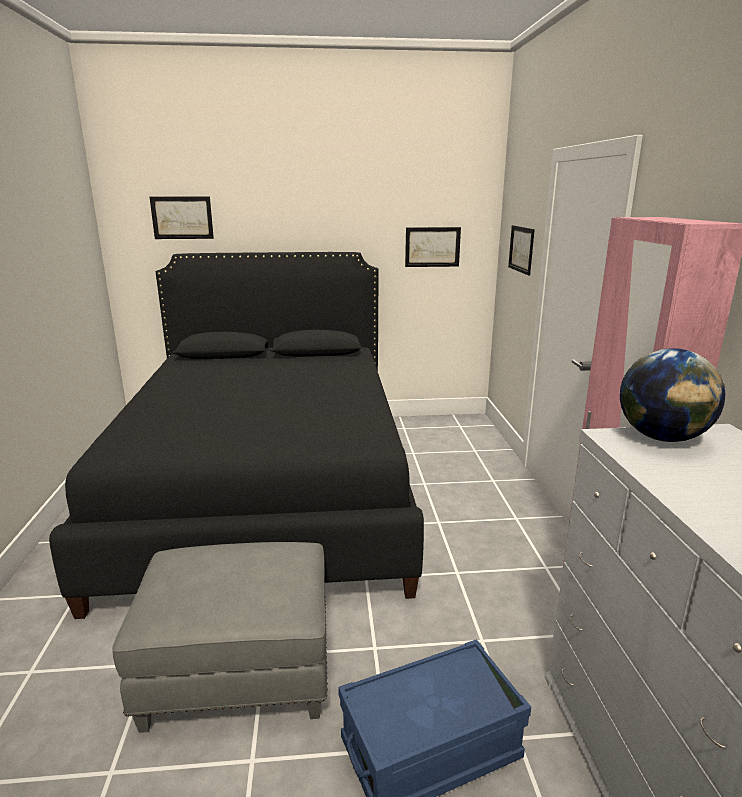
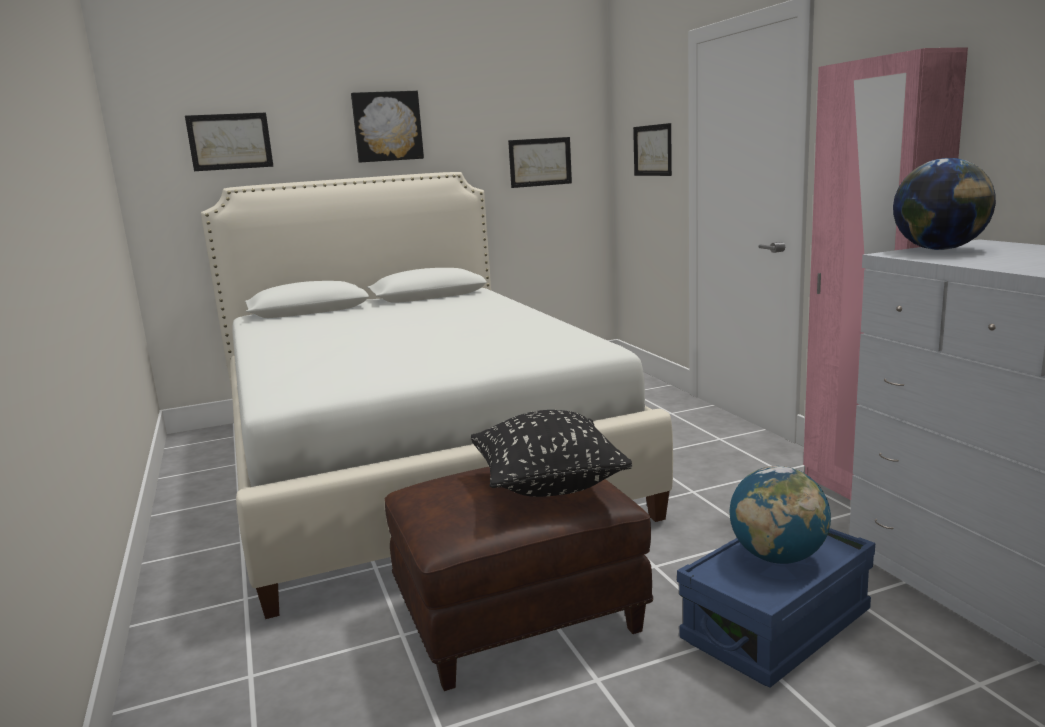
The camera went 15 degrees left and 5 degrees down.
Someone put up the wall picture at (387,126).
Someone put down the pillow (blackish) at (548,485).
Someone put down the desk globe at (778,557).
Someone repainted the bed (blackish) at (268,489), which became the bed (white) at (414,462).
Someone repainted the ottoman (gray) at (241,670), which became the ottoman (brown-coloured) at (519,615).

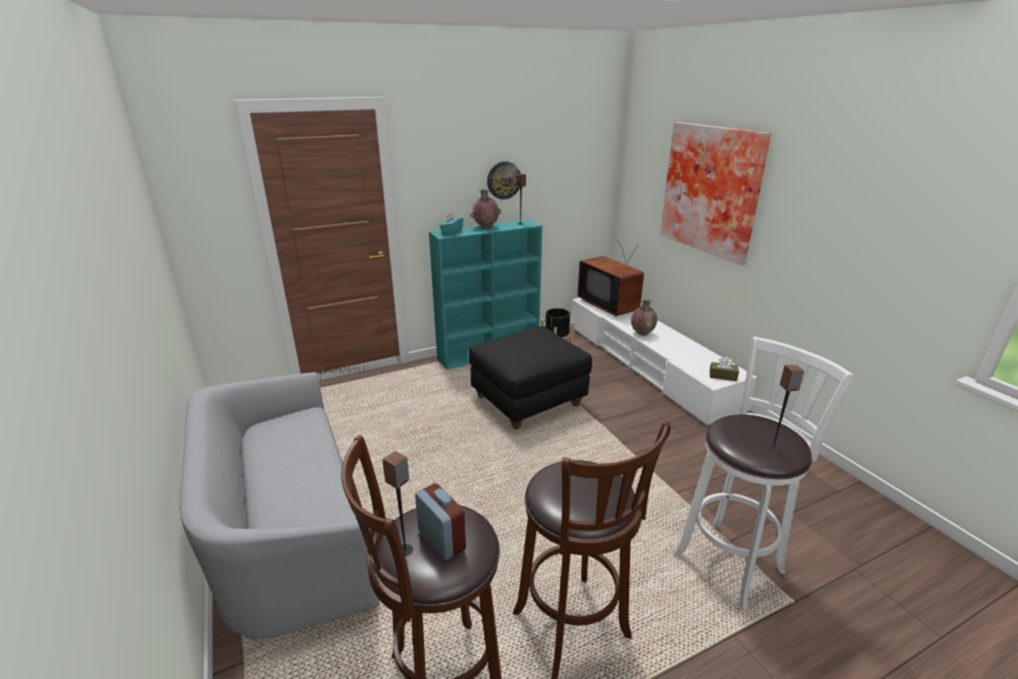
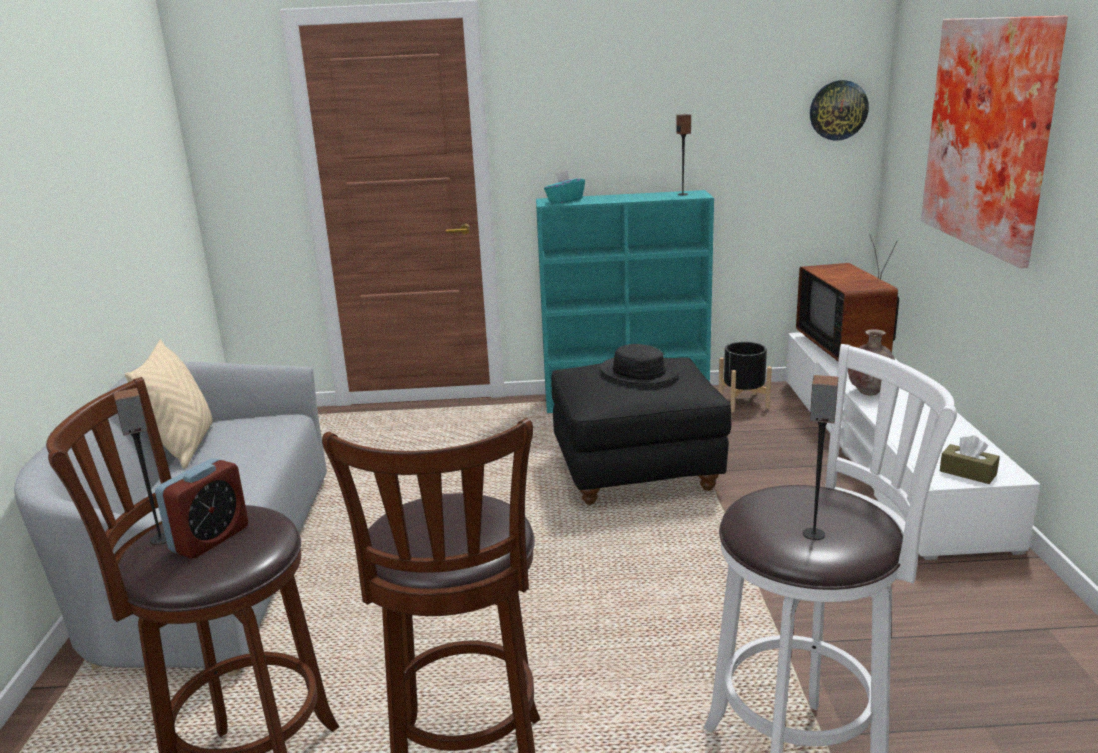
The camera went 25 degrees right and 5 degrees down.
Someone took away the decorative vase (brown-coloured) at (485,227).
Someone put down the pillow (beige-coloured) at (185,446).
Someone put down the hat (blackish) at (638,372).
Someone carried the hanging clock from (503,180) to (838,110).
Someone rotated the table clock at (441,540) by 45 degrees clockwise.

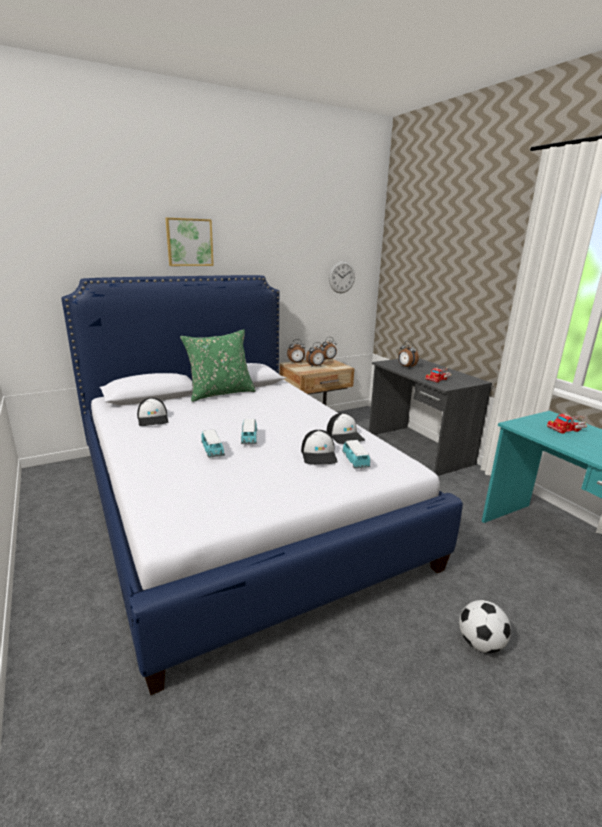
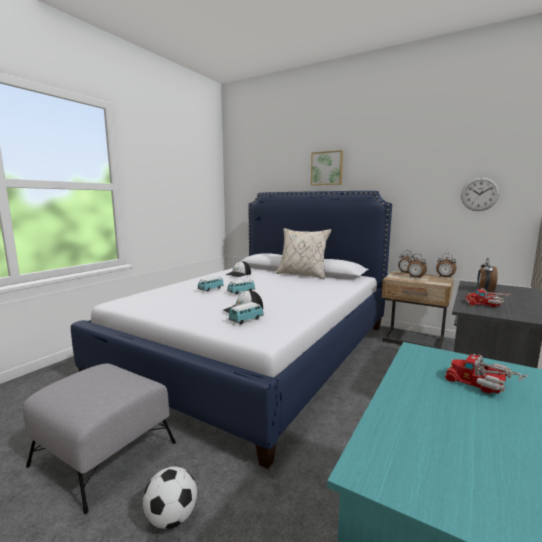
The camera went 60 degrees right and 10 degrees down.
Someone took away the cap at (345,435).
Someone put down the ottoman (gray) at (104,454).
Someone repainted the pillow (green-coloured) at (220,393), which became the pillow (beige-coloured) at (302,275).

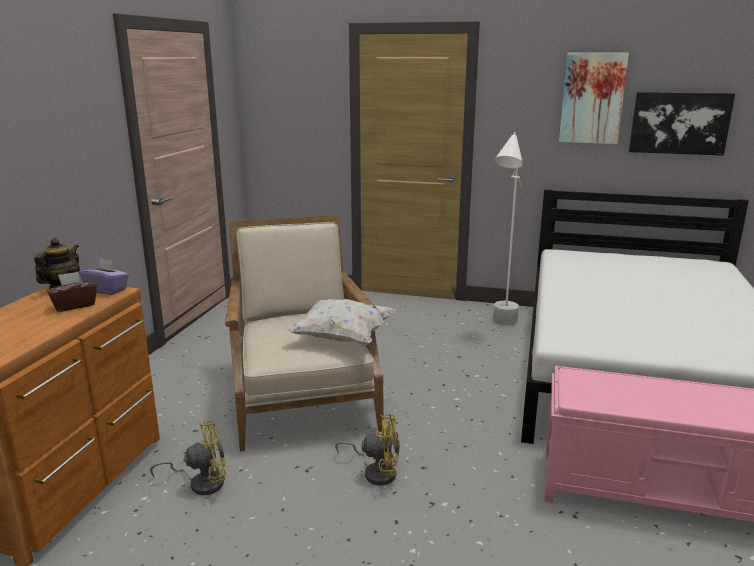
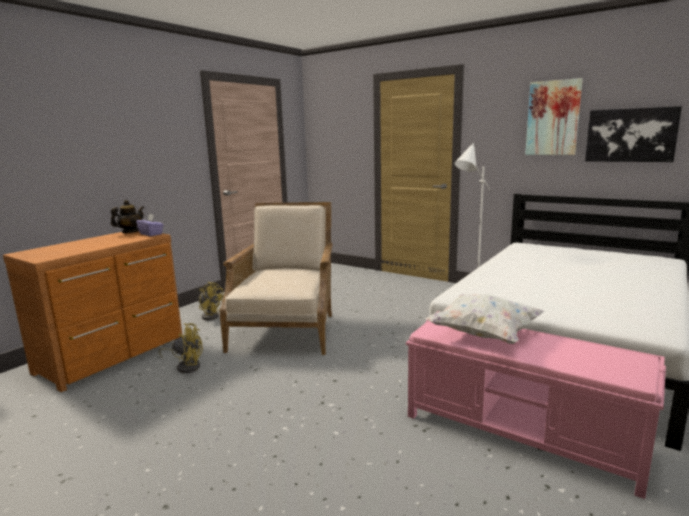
The camera went 20 degrees right and 5 degrees down.
Someone took away the box of tissues (brown-coloured) at (74,305).
Someone carried the pillow (white) from (342,338) to (483,335).
Someone carried the fan (yellowish) from (376,472) to (210,315).

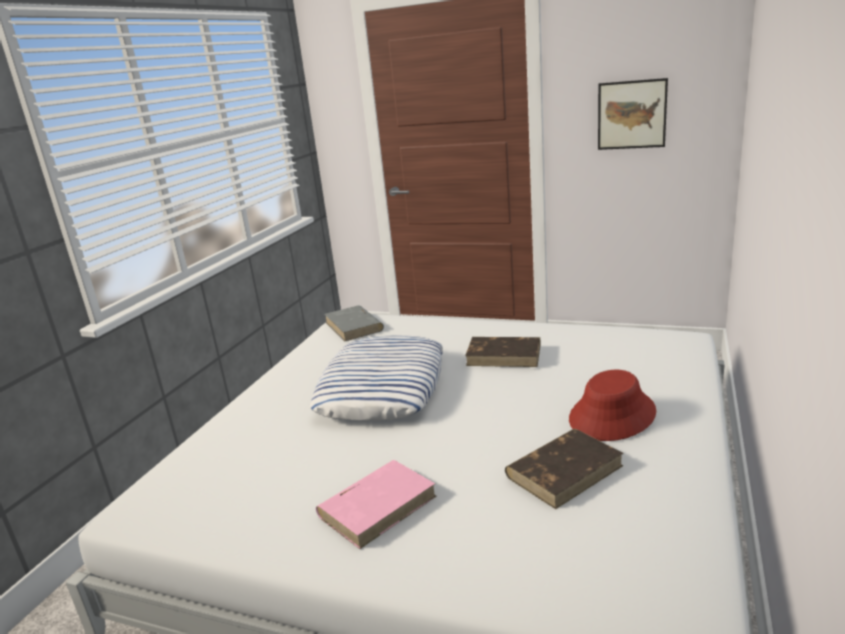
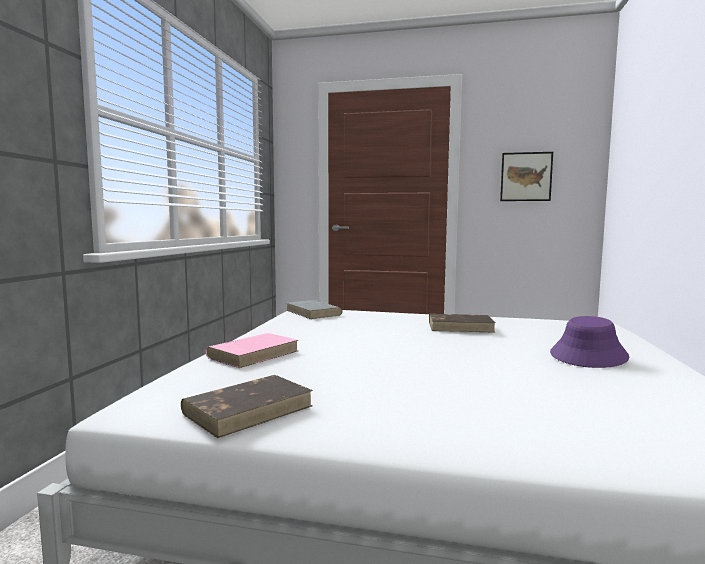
The camera went 10 degrees left and 15 degrees down.
Someone took away the pillow at (382,388).
Someone carried the bound book (pink-coloured) from (378,505) to (254,354).
Someone carried the bound book (brown-coloured) from (565,470) to (249,409).
Someone repainted the hat (red) at (612,416), which became the hat (purplish) at (589,355).

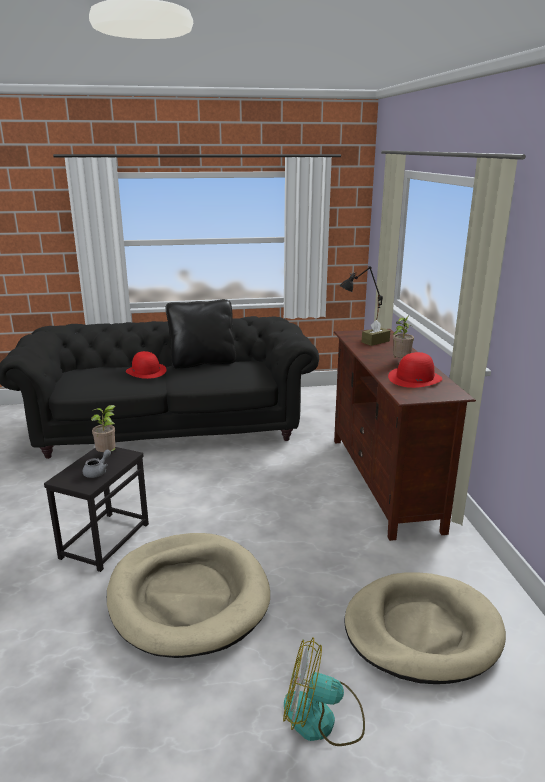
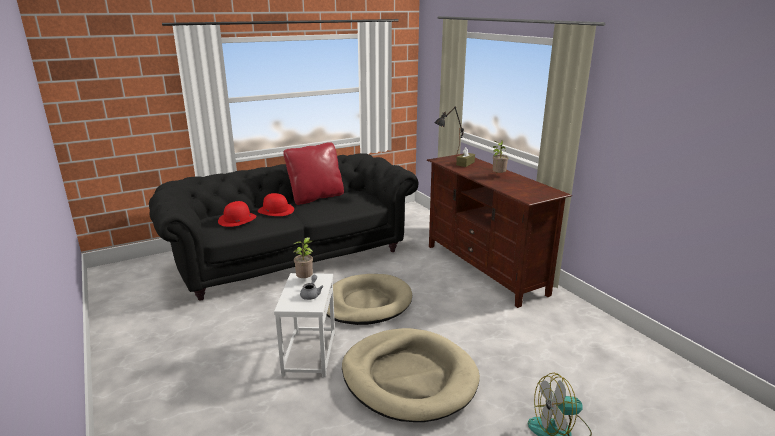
The camera went 20 degrees left and 0 degrees up.
Someone carried the pet bed (beige-coloured) from (421,631) to (366,303).
Someone carried the hat (red) from (415,378) to (237,219).
Someone repainted the side table (blackish) at (104,540), which became the side table (white) at (309,353).
Someone repainted the pillow (blackish) at (203,362), which became the pillow (red) at (316,197).

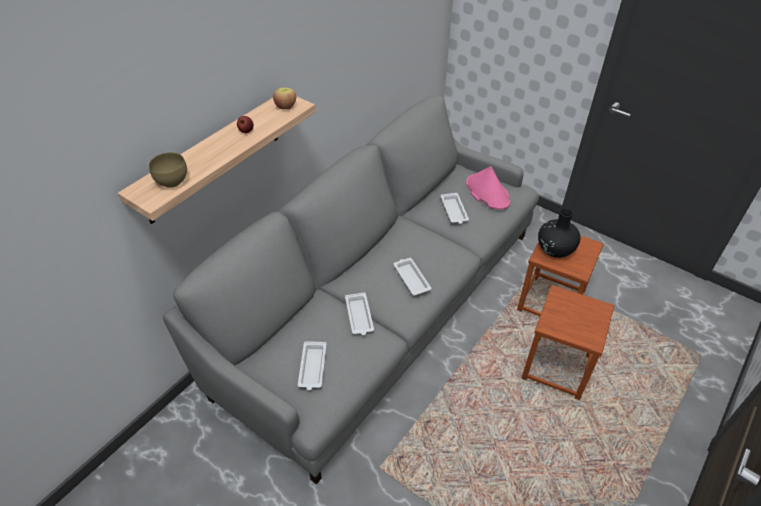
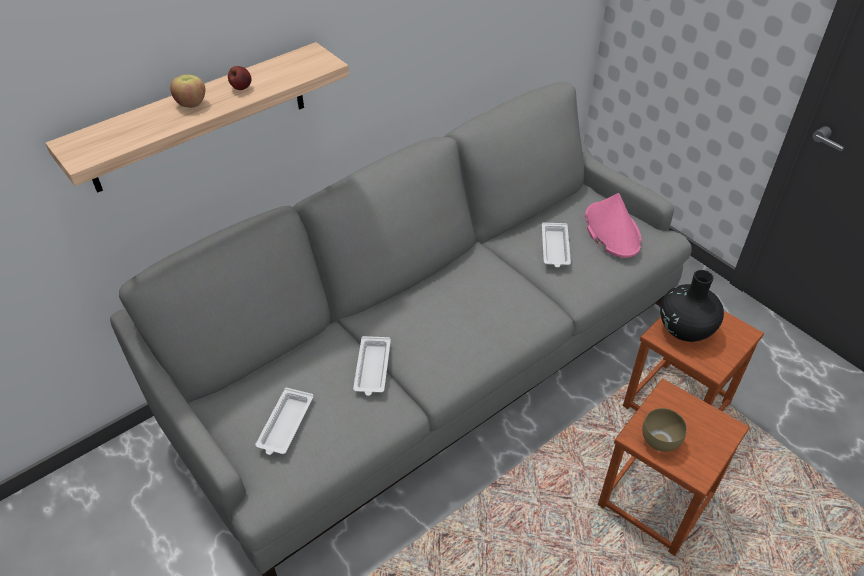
The camera went 15 degrees right and 0 degrees up.
Someone took away the serving tray (white) at (411,278).
Someone carried the serving bowl (brown-coloured) from (171,182) to (658,441).
Someone carried the apple from (286,107) to (191,103).

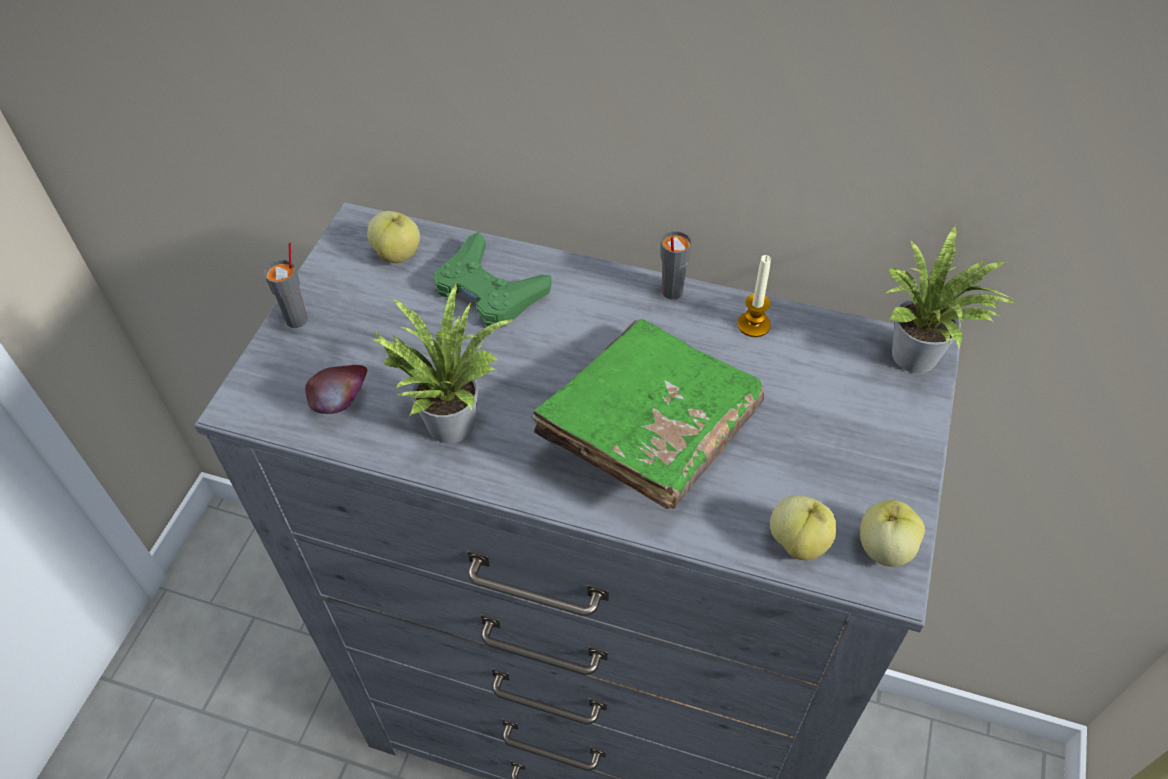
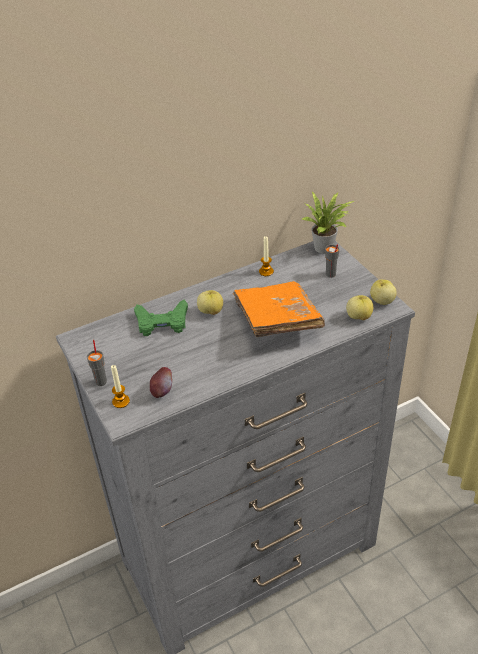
The camera went 45 degrees left and 10 degrees down.
Someone took away the plant in a pot at (449,419).
Someone put down the wax candle at (121,401).
Someone carried the apple from (398,254) to (211,311).
Someone carried the small cup (gray) from (671,292) to (330,274).
Someone repainted the bound book (green-coloured) at (650,430), which became the bound book (orange) at (277,321).

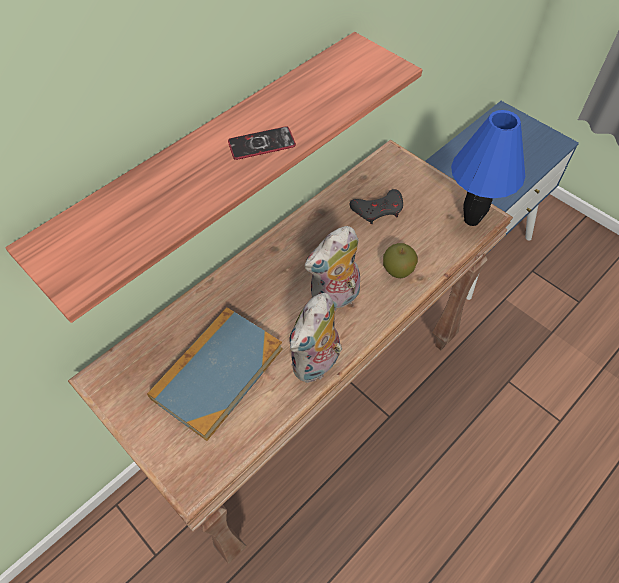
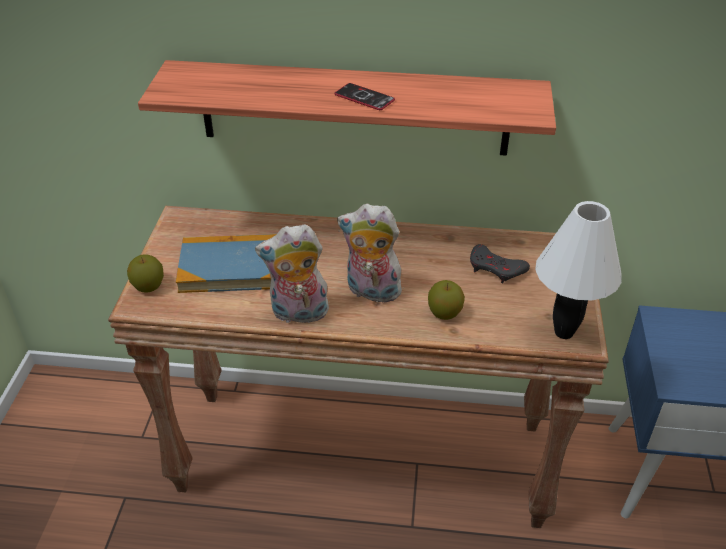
The camera went 50 degrees right and 15 degrees down.
Someone put down the apple at (148,286).
Someone repainted the table lamp (blue) at (471,220), which became the table lamp (white) at (563,331).

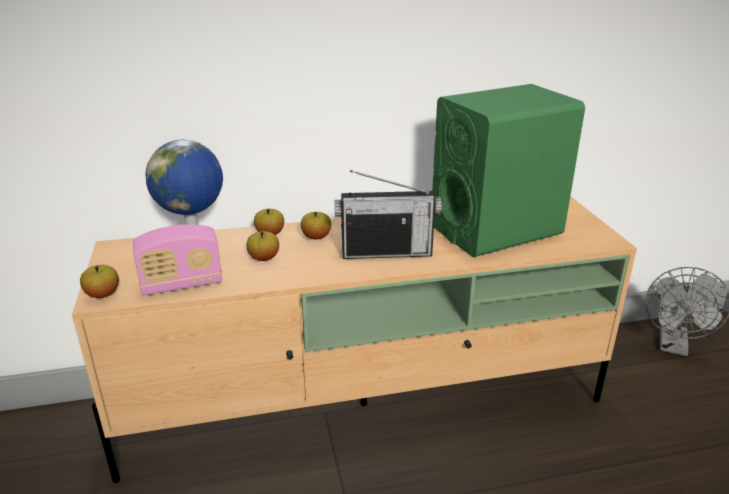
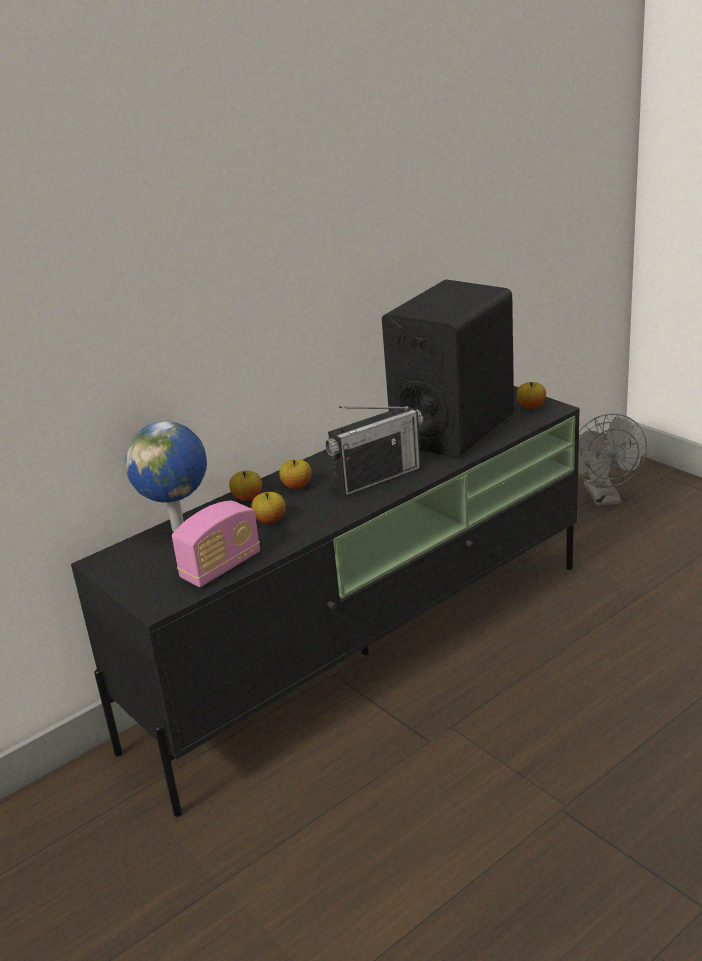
The camera went 25 degrees left and 0 degrees up.
Someone carried the apple from (103,294) to (531,406).
Someone repainted the tv unit (beige-coloured) at (367,404), which became the tv unit (blackish) at (368,651).
Someone repainted the loudspeaker (green-coloured) at (496,230), which became the loudspeaker (blackish) at (453,428).

